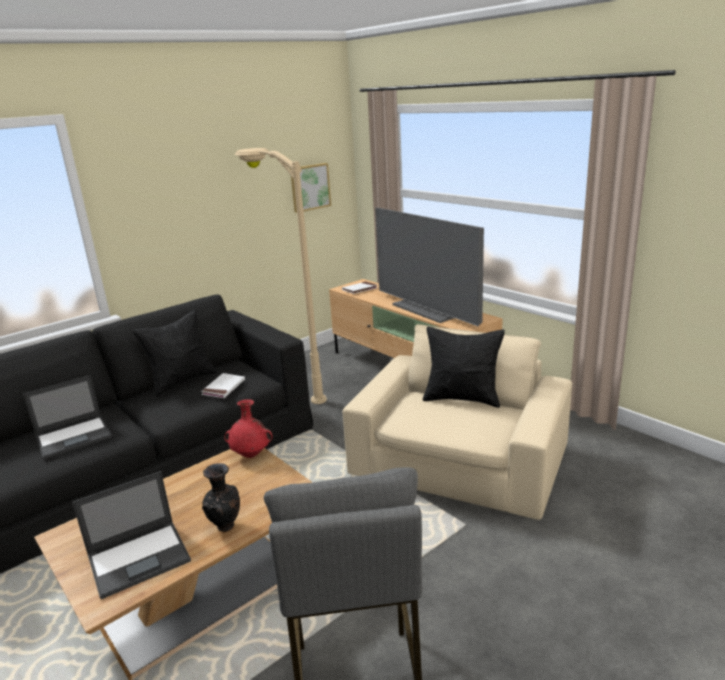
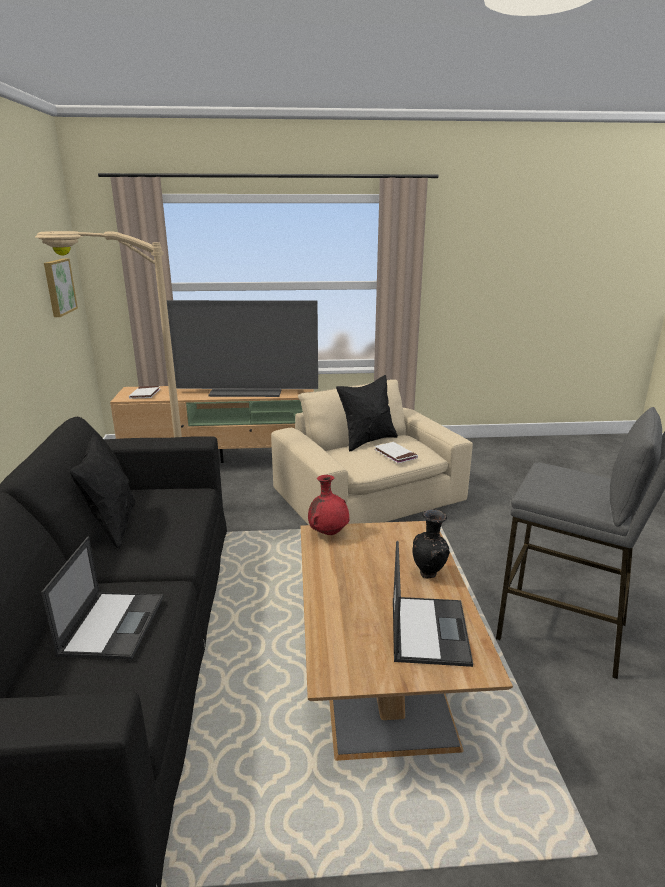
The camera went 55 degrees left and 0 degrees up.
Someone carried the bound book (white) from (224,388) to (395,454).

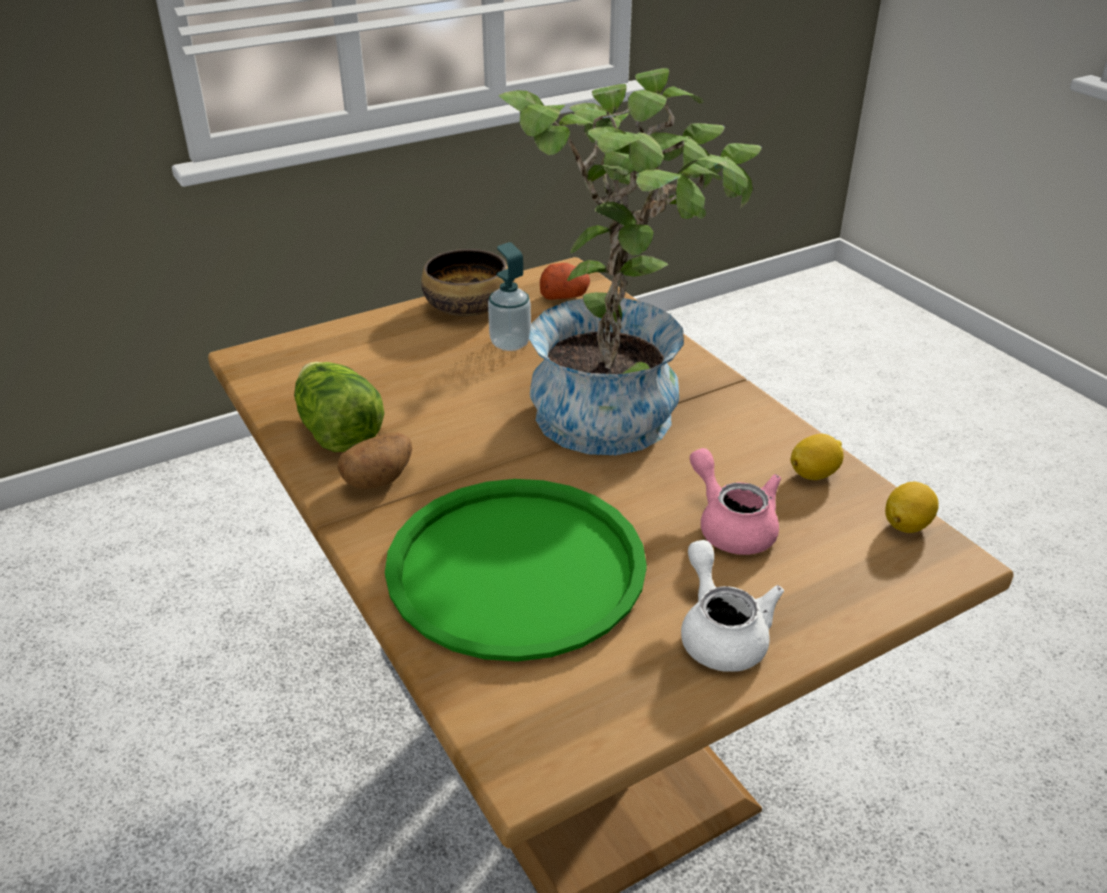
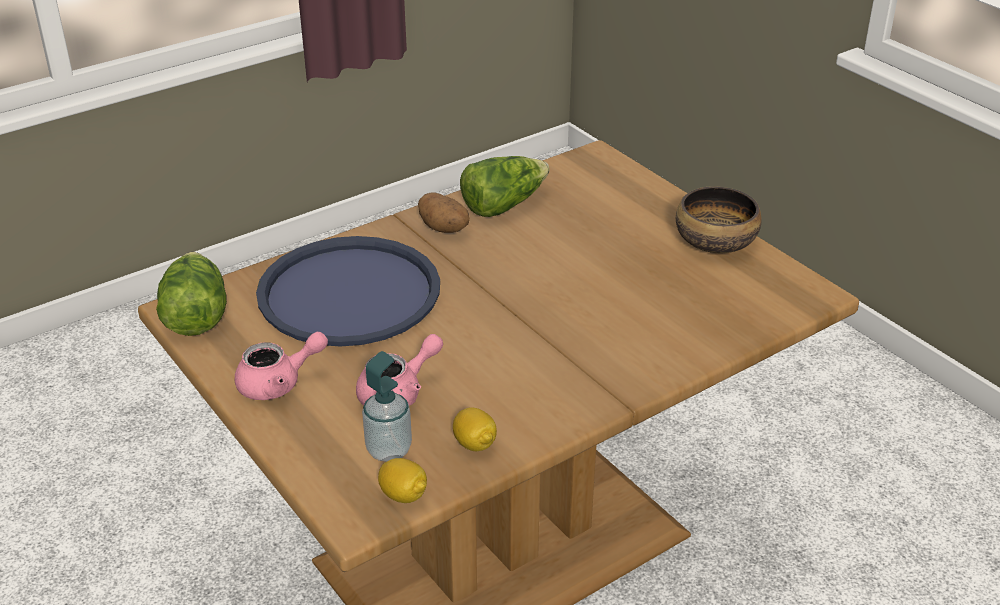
The camera went 85 degrees right and 0 degrees up.
Someone took away the plant in a pot at (620,406).
Someone took away the whole potato at (564,296).
Someone put down the head of lettuce at (194,314).
Someone carried the liquid soap bottle from (510,343) to (389,450).
Someone repainted the serving tray (green-coloured) at (515,568), which became the serving tray (blue) at (349,293).
Someone repainted the pot for tea (white) at (721,632), which became the pot for tea (pink-coloured) at (278,383).

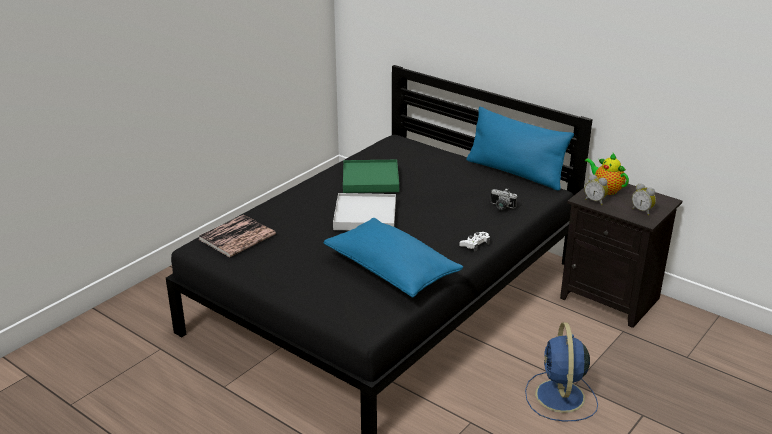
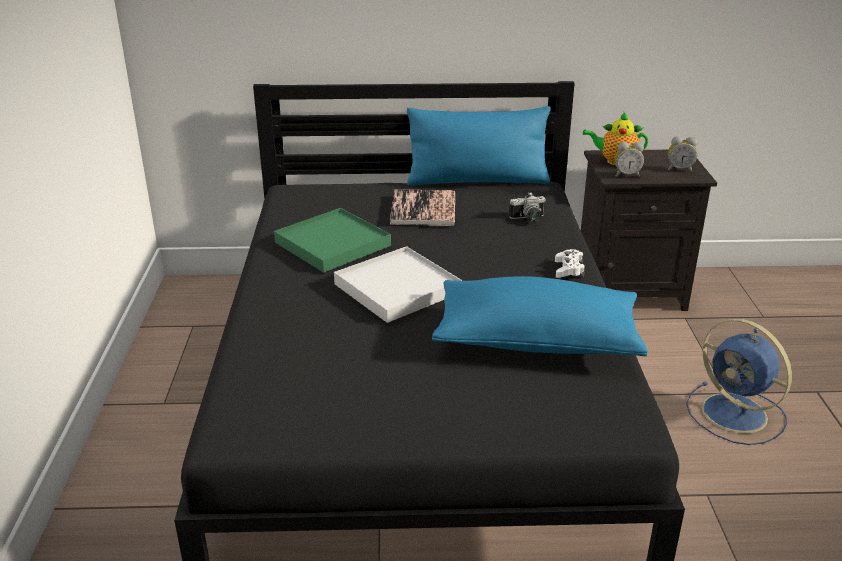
The camera went 40 degrees left and 0 degrees up.
Someone carried the bound book from (237,237) to (423,209).

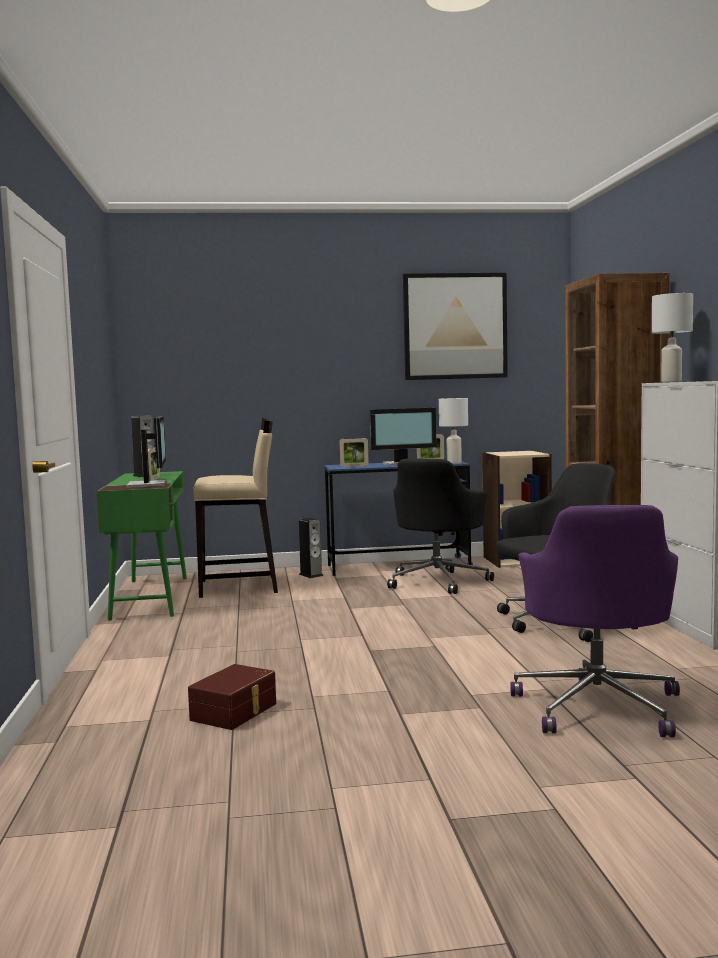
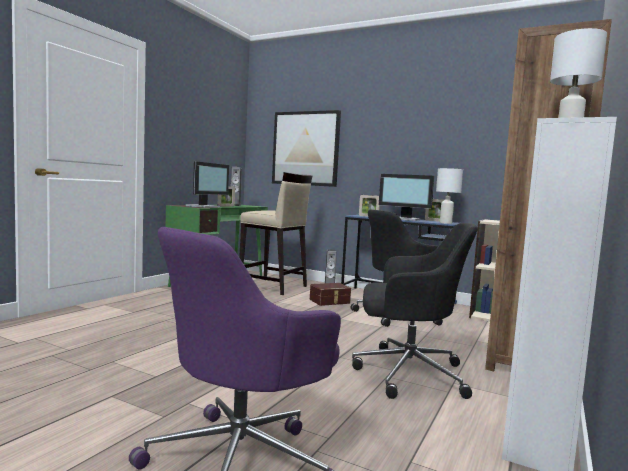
The camera went 35 degrees right and 0 degrees up.
Someone carried the storage bin (brown-coloured) from (235,712) to (330,301).
Someone carried the wall picture from (455,326) to (305,148).

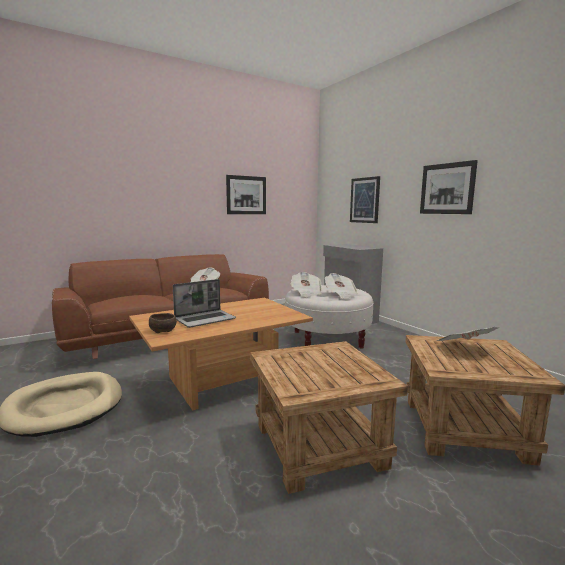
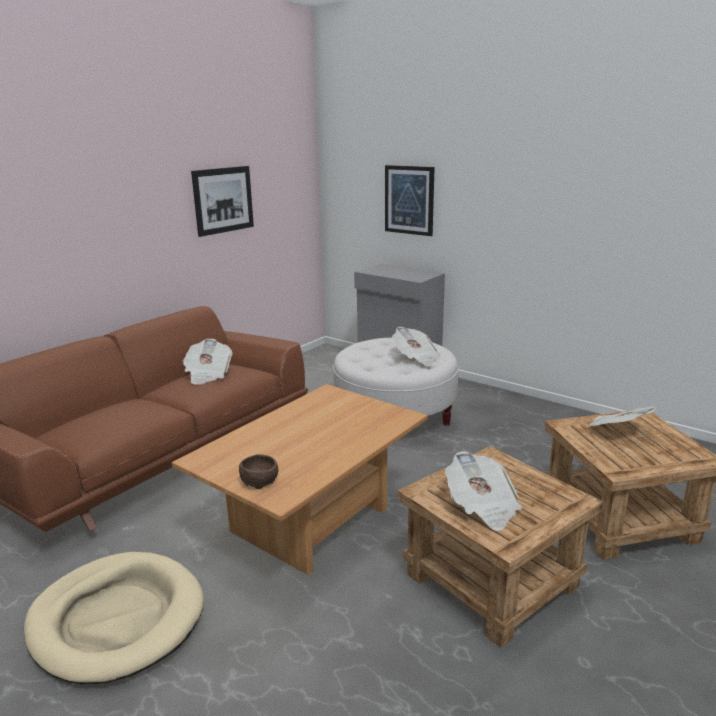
The camera went 20 degrees left and 10 degrees up.
Someone took away the laptop at (205,319).
Someone took away the wall picture at (447,188).
Someone carried the daily paper from (306,293) to (482,507).

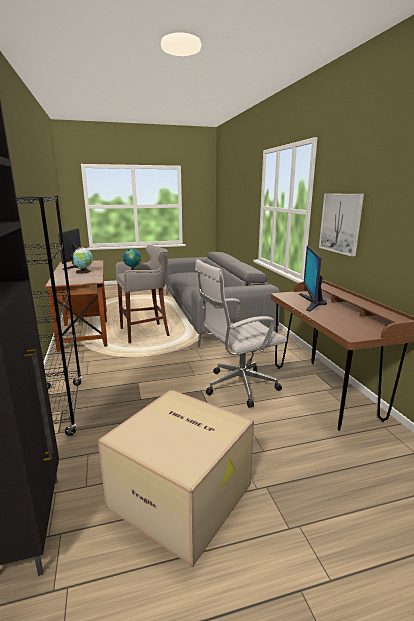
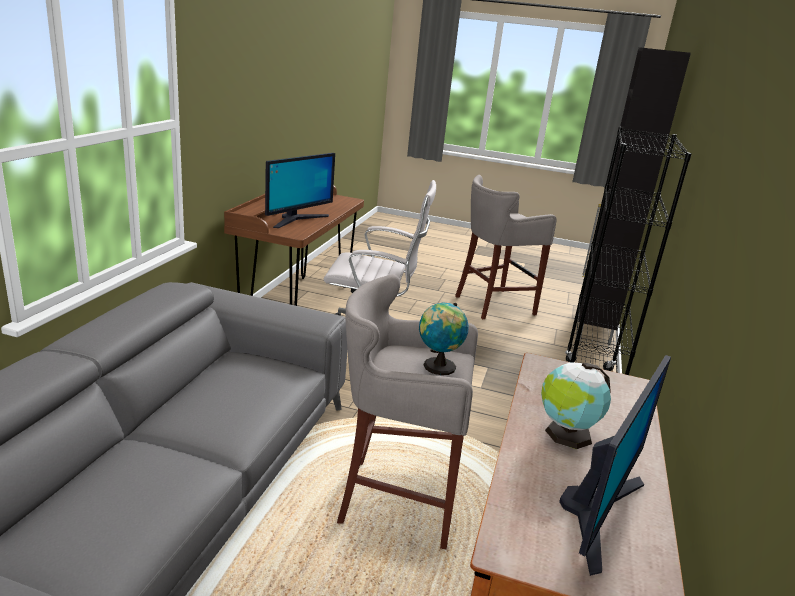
The camera went 150 degrees left and 5 degrees up.
Someone took away the wall picture at (341,223).
Someone swapped the packing box at (183,494) for the sitting stool (gray) at (492,305).

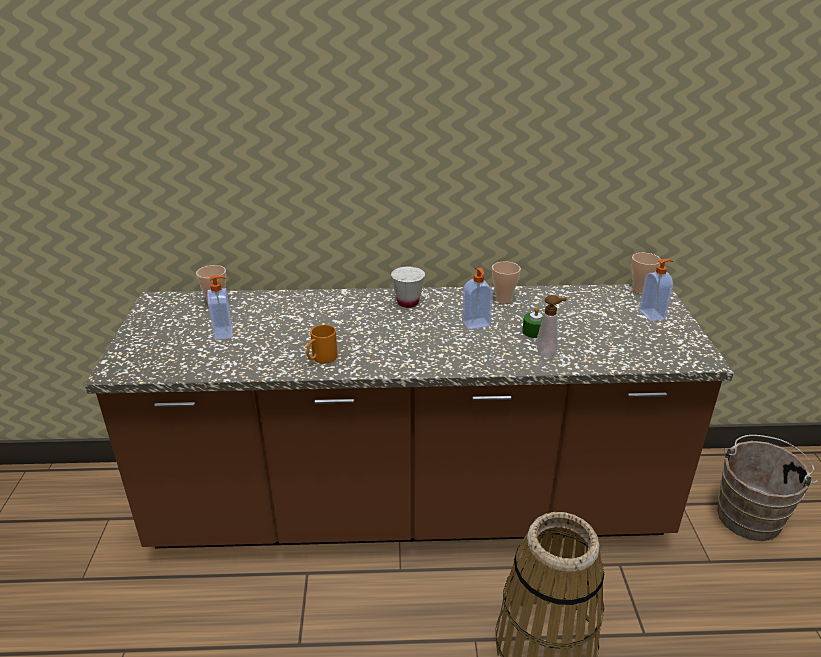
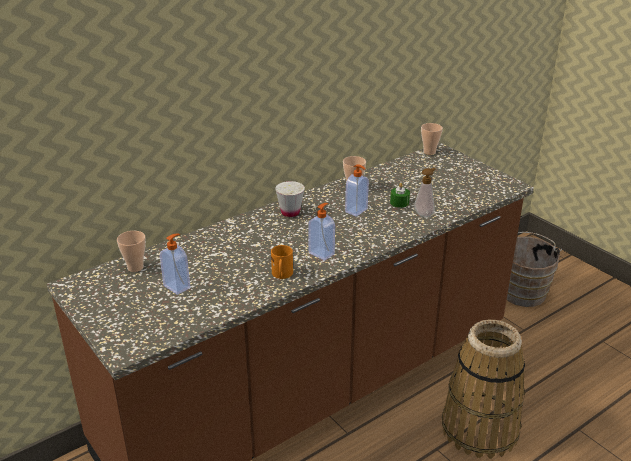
The camera went 35 degrees left and 0 degrees up.
Someone carried the liquid soap bottle from (652,314) to (322,253).

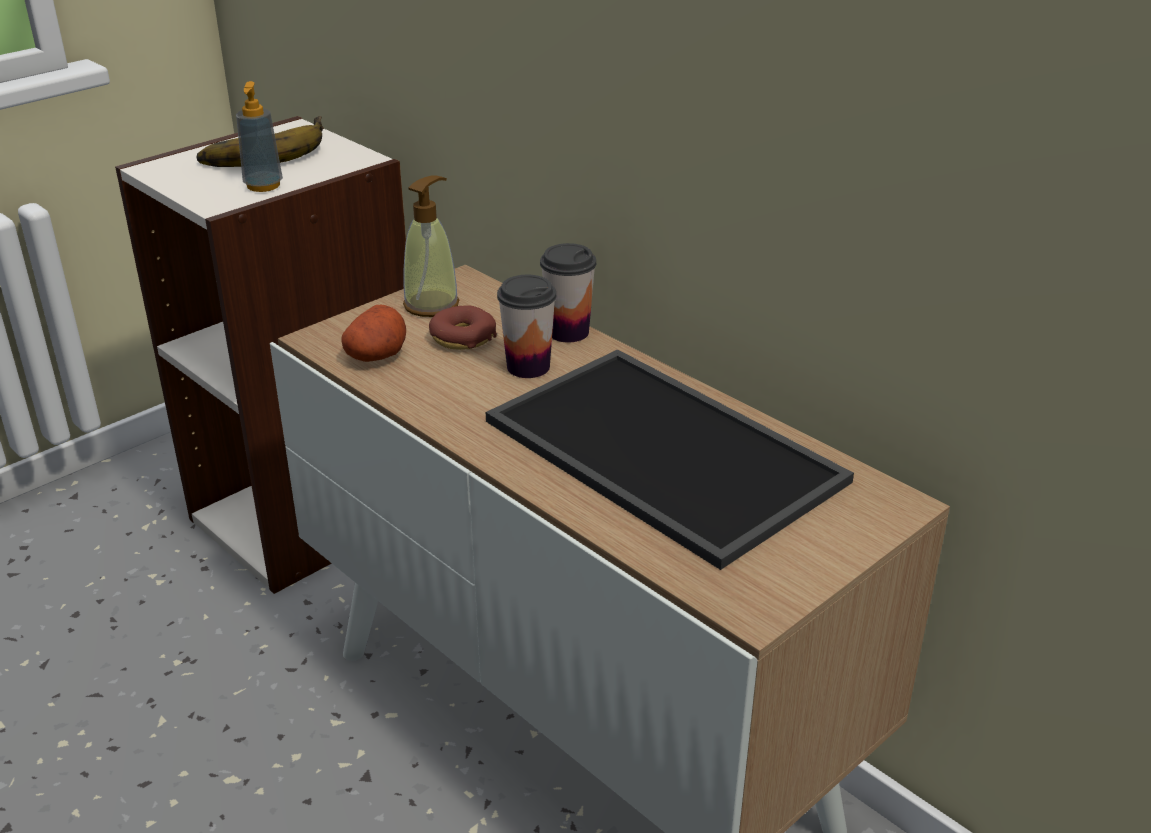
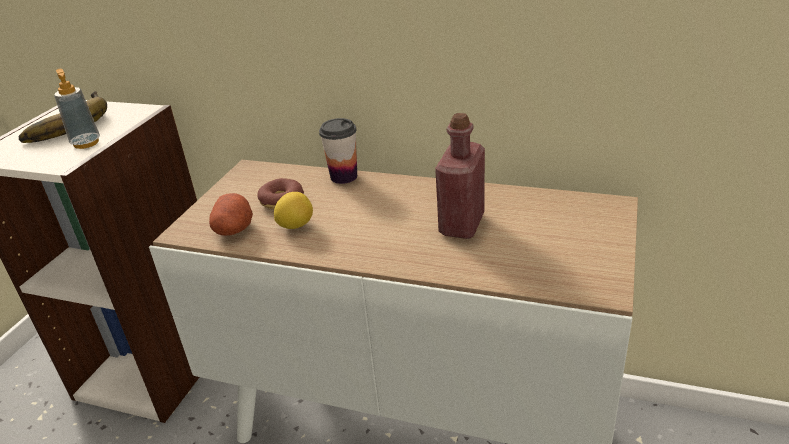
The camera went 25 degrees left and 0 degrees up.
Someone took away the liquid soap bottle at (432,305).
Someone took away the small cup at (528,367).
Someone put down the lemon at (296,225).
Someone swapped the serving tray at (656,451) for the drink bottle (red) at (462,224).

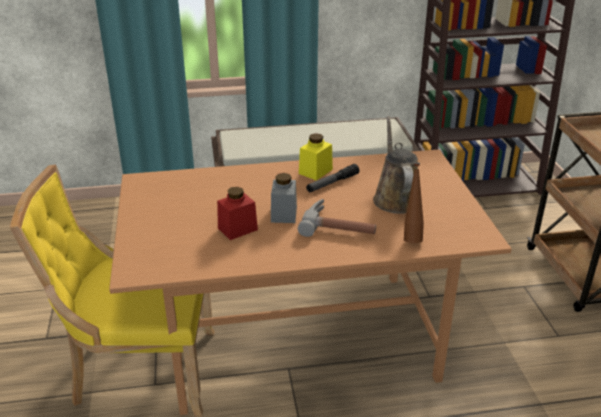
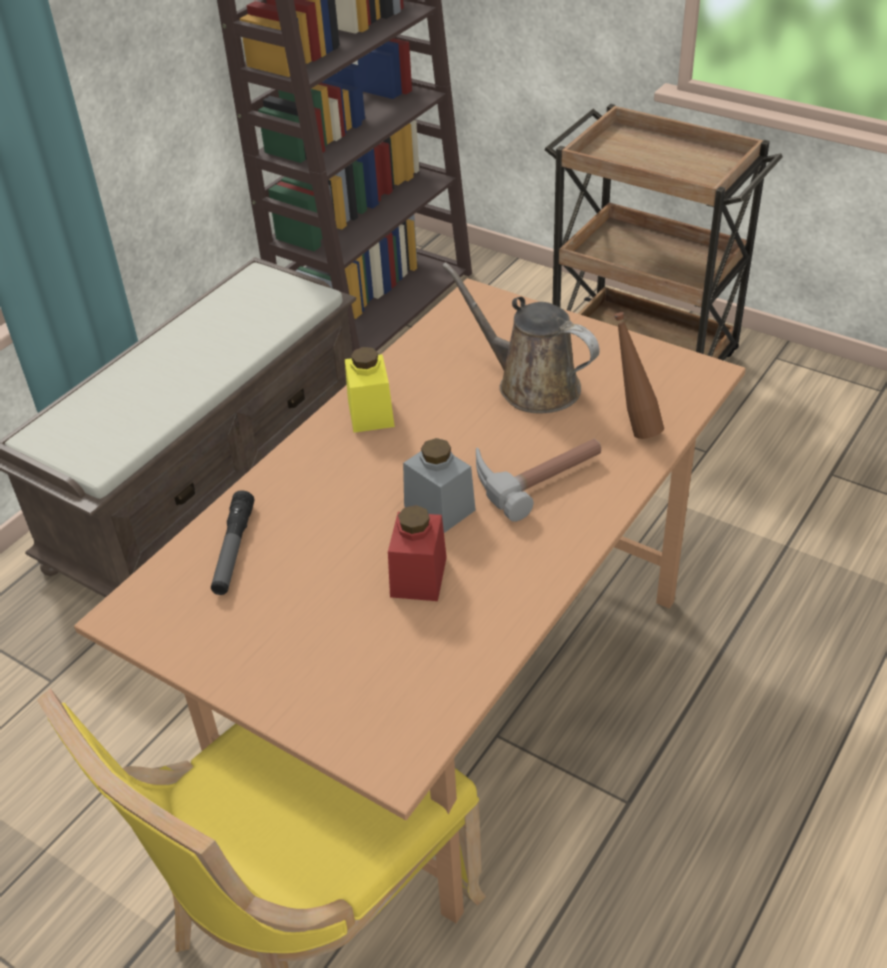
The camera went 45 degrees left and 10 degrees up.
Someone carried the torch from (332,183) to (233,550).

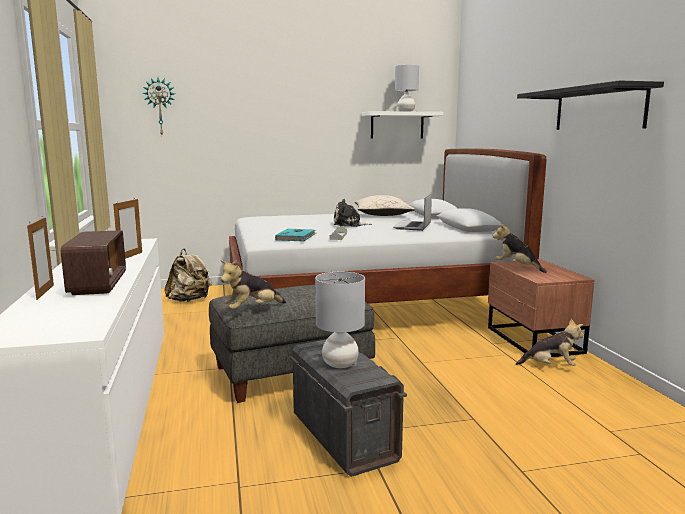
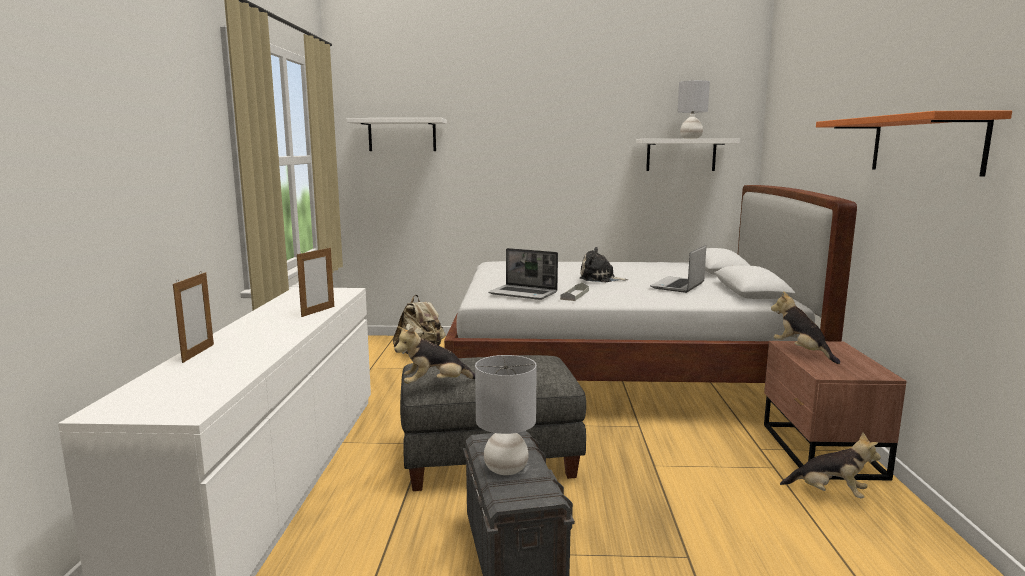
The camera went 15 degrees right and 0 degrees up.
Someone took away the radio set at (98,284).
Someone took away the pillow (beige-coloured) at (382,215).
Someone swapped the hanging clock at (160,106) for the wall shelf (white) at (402,135).
Someone swapped the bound book (blue-green) at (296,237) for the laptop at (524,293).
Someone repainted the wall shelf (blackish) at (598,109), which became the wall shelf (orange) at (925,145).

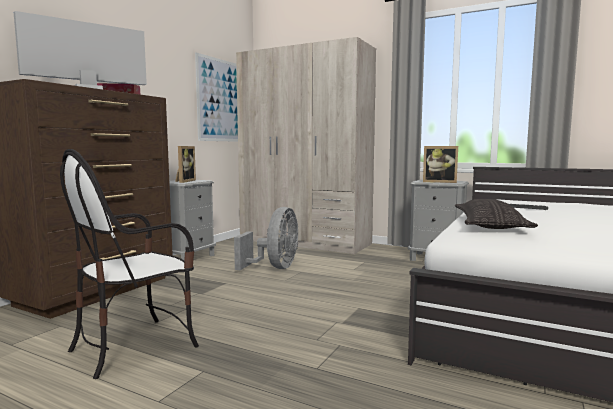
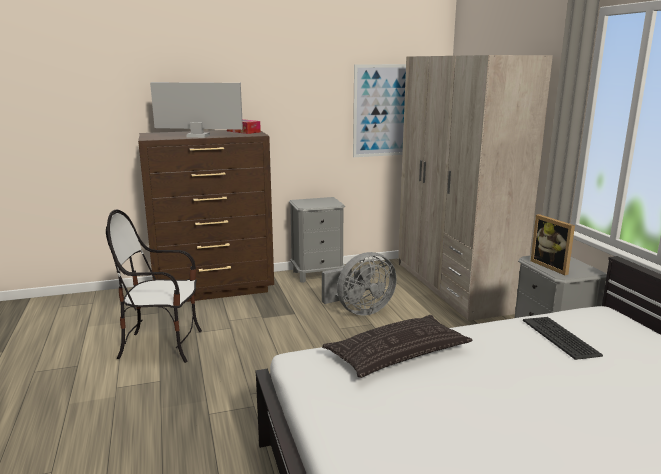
The camera went 45 degrees right and 10 degrees up.
Someone took away the picture frame at (184,181).

